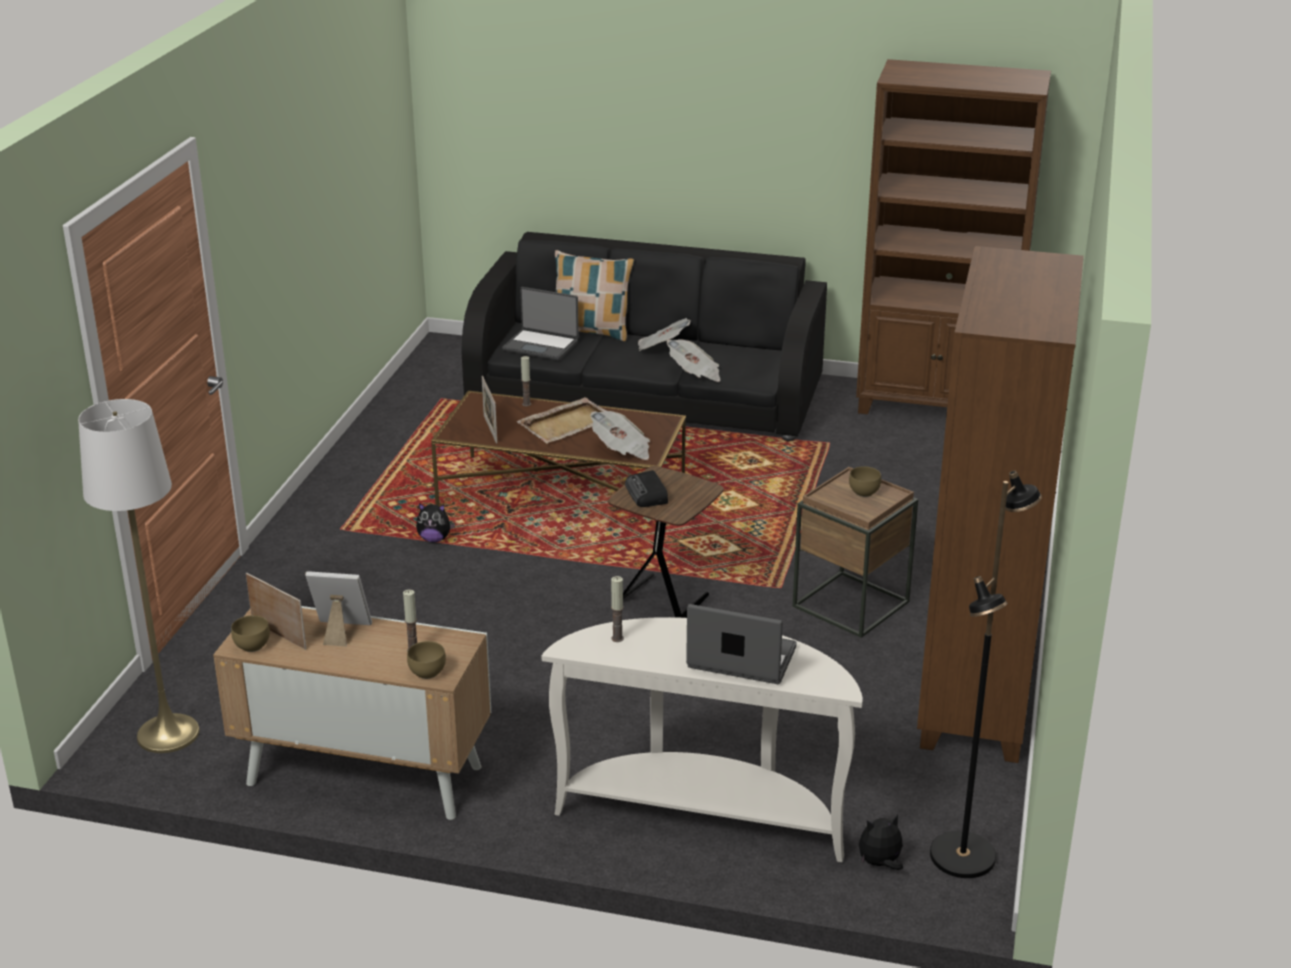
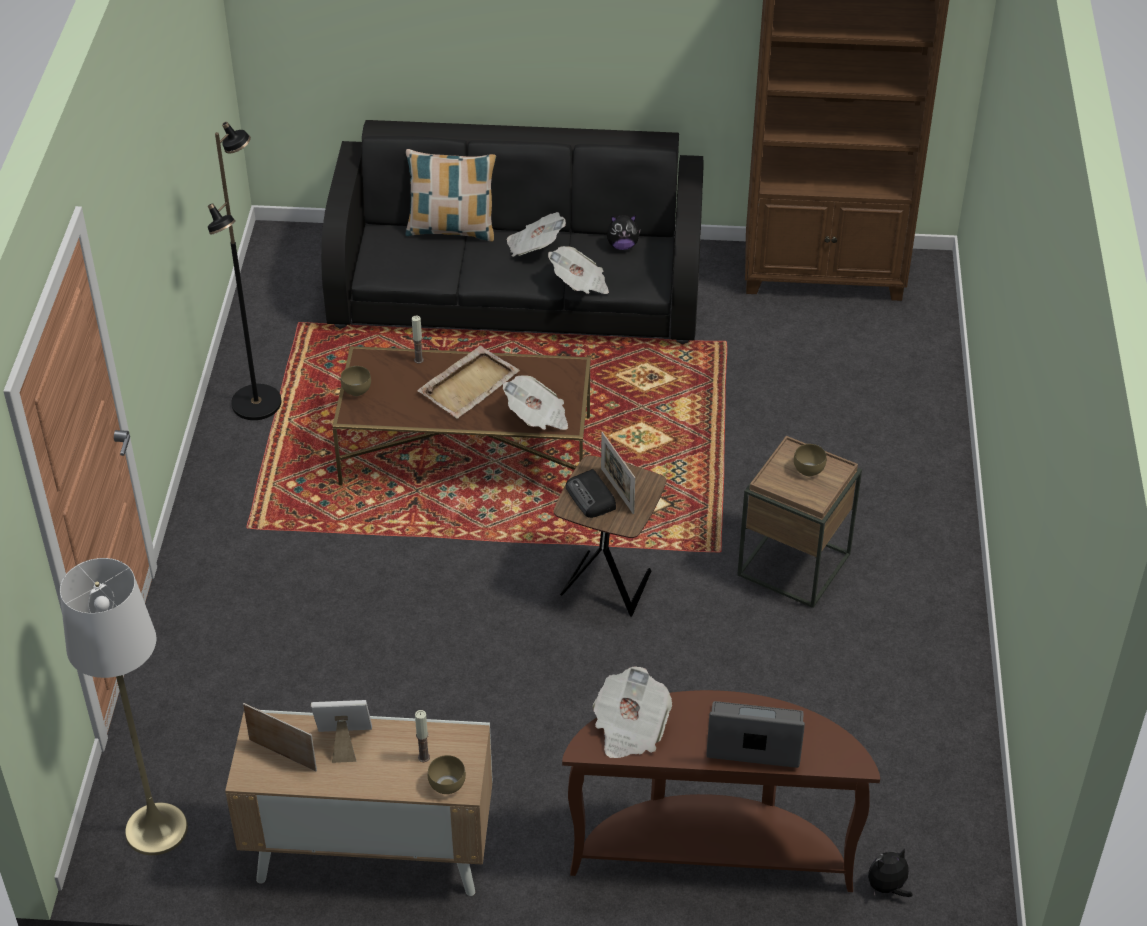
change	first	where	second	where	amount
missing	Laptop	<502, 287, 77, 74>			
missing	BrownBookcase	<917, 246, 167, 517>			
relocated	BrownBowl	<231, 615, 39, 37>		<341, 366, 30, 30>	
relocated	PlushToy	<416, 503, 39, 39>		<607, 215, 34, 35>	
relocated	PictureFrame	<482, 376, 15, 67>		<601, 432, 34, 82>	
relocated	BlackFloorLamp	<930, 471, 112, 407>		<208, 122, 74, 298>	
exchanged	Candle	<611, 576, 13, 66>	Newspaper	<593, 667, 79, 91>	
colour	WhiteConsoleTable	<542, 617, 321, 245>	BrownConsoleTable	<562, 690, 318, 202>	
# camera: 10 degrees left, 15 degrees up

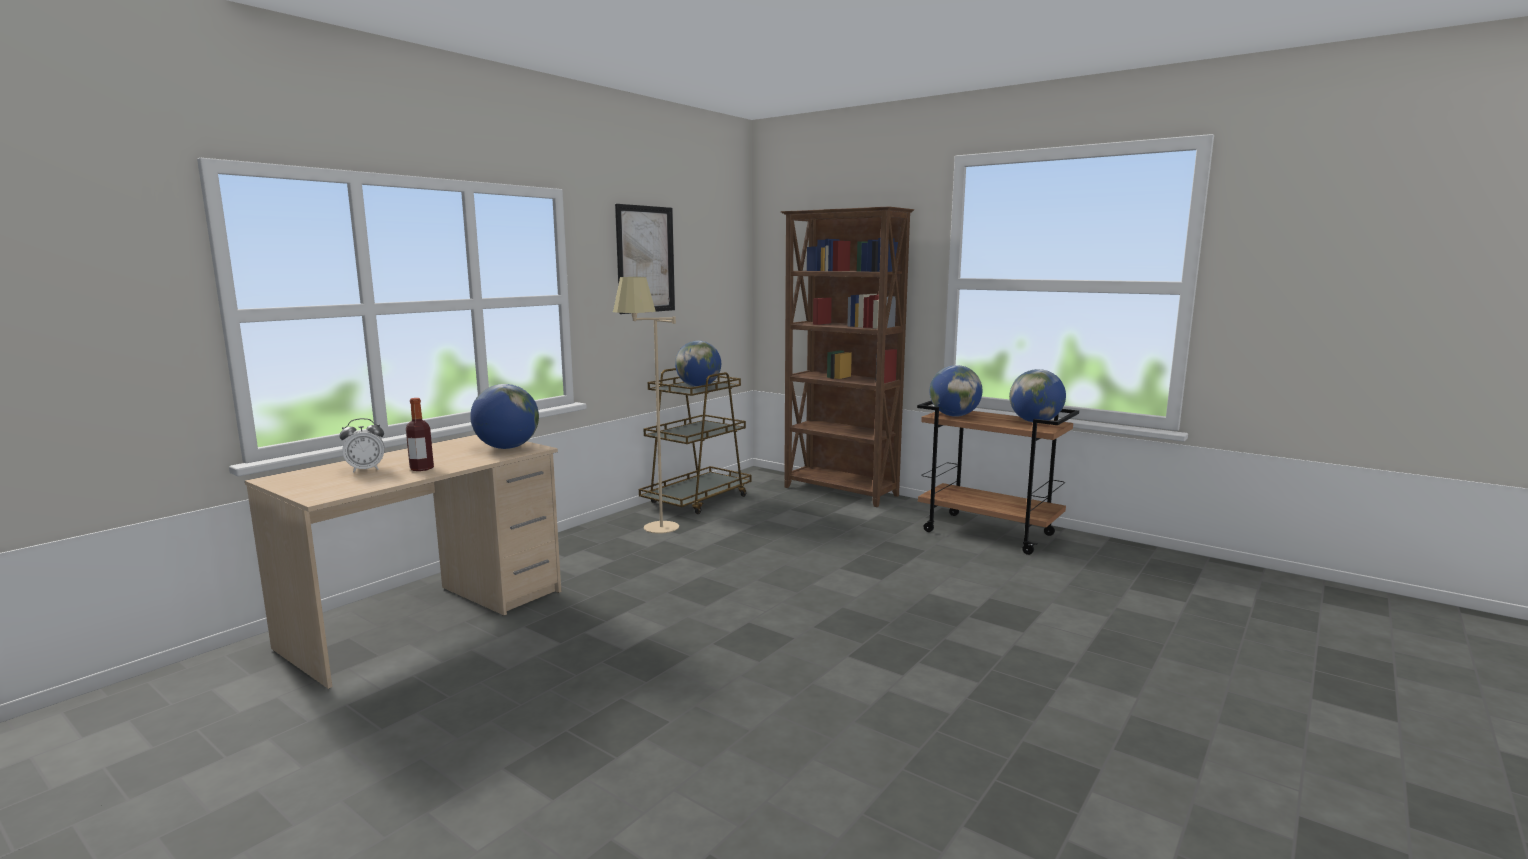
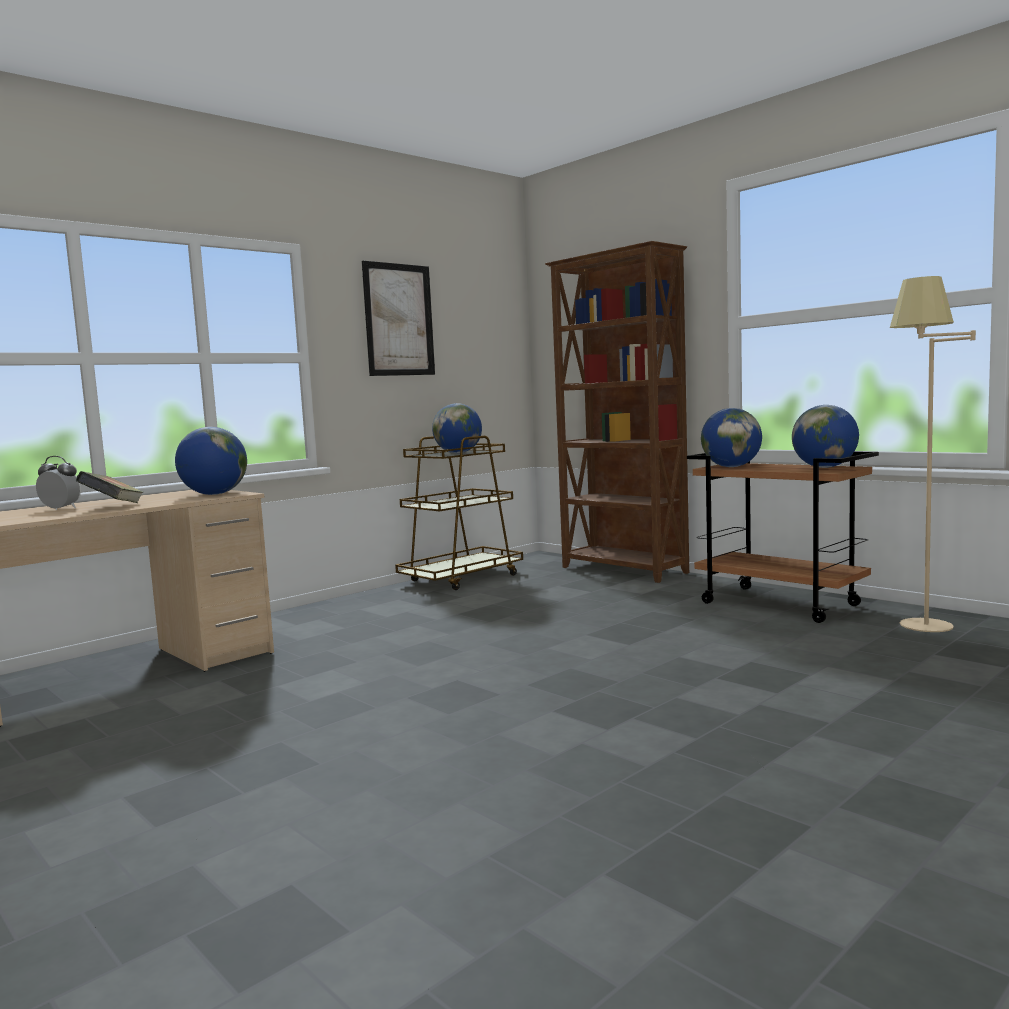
change	first	where	second	where	amount
relocated	BeigeFloorLamp	<613, 277, 66, 257>		<890, 276, 86, 356>	
exchanged	Bottle	<406, 398, 28, 73>	Book	<76, 471, 68, 32>	
spun	AlarmClock	<340, 418, 45, 55>		<36, 456, 45, 54>	150 degrees counterclockwise
# camera: 10 degrees right, 5 degrees down

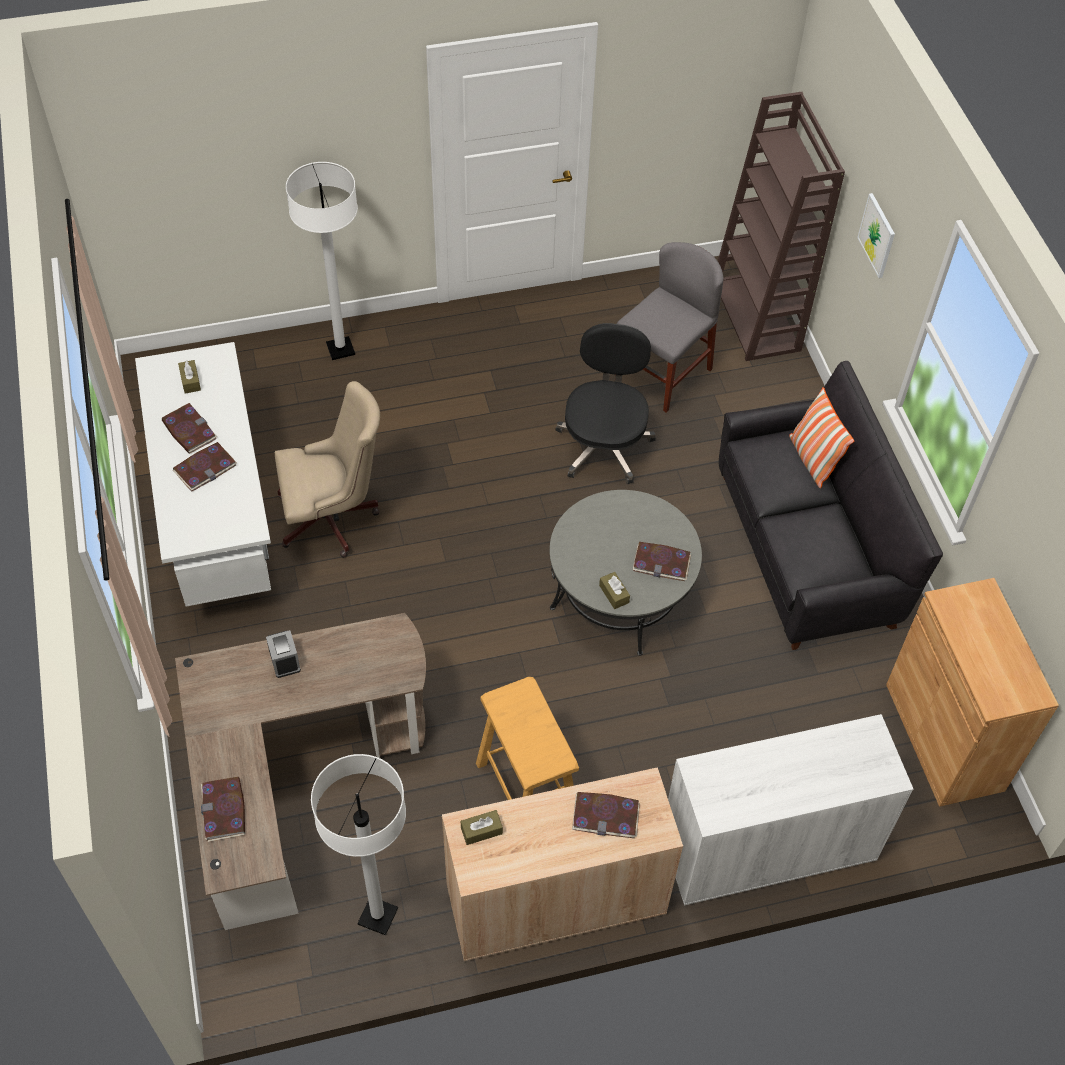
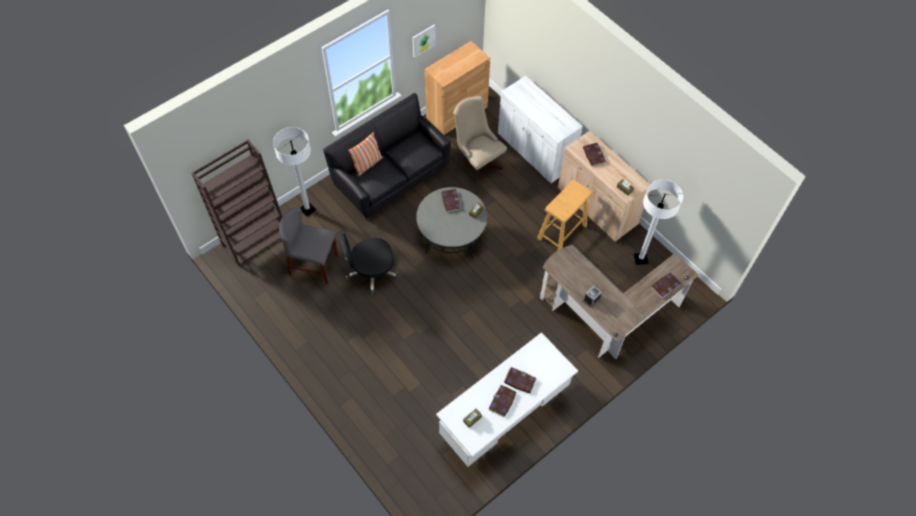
change	first	where	second	where	amount
relocated	BeigeOfficeChair	<275, 381, 105, 177>		<453, 96, 54, 90>	
relocated	WhiteFloorLamp	<286, 162, 72, 198>		<273, 127, 43, 89>	
relocated	Picture	<857, 193, 38, 85>		<412, 25, 24, 33>	
# camera: 115 degrees left, 5 degrees up

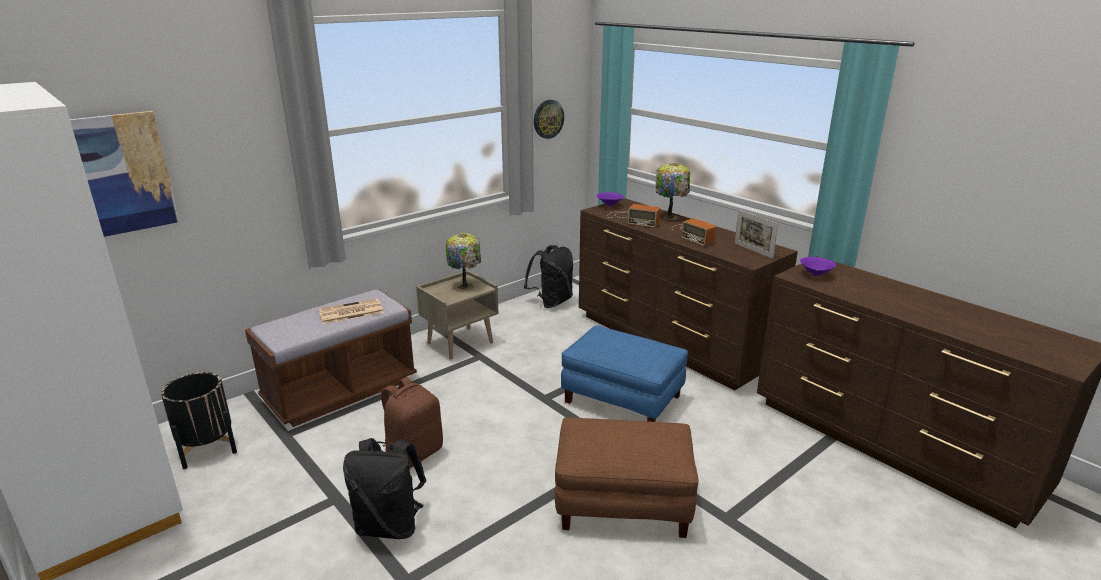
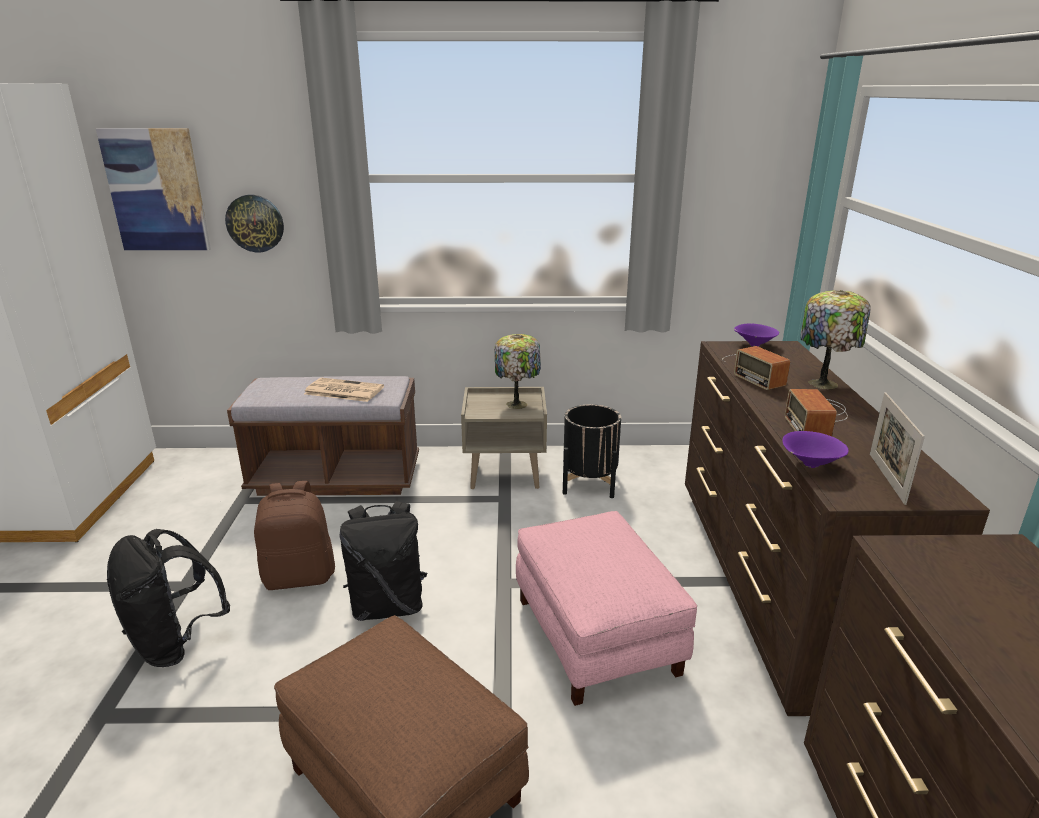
change	first	where	second	where	amount
relocated	BlackPlanter	<161, 372, 76, 97>		<563, 404, 58, 94>	
relocated	BlackBackpack	<524, 245, 49, 63>		<339, 501, 88, 120>	
relocated	WallClock	<534, 100, 30, 39>		<225, 195, 59, 57>	
relocated	PurpleBowl	<800, 257, 37, 19>		<782, 431, 67, 37>	
colour	BlueOttoman	<561, 325, 127, 97>	PinkOttoman	<516, 511, 181, 195>	
# camera: 40 degrees right, 0 degrees up

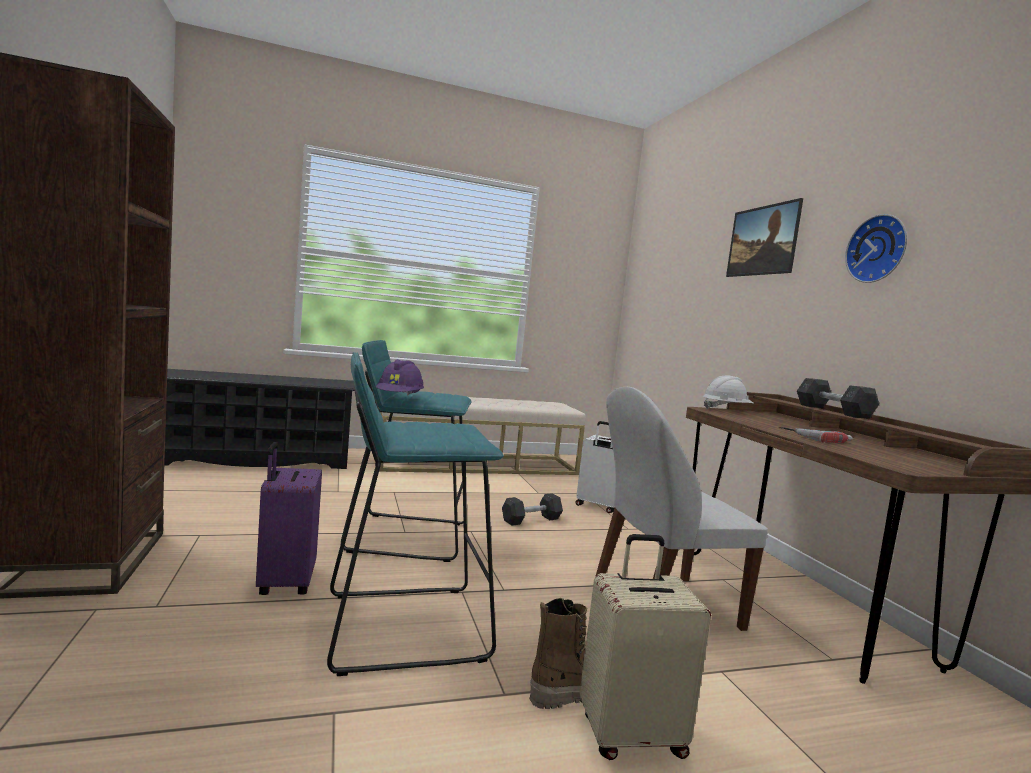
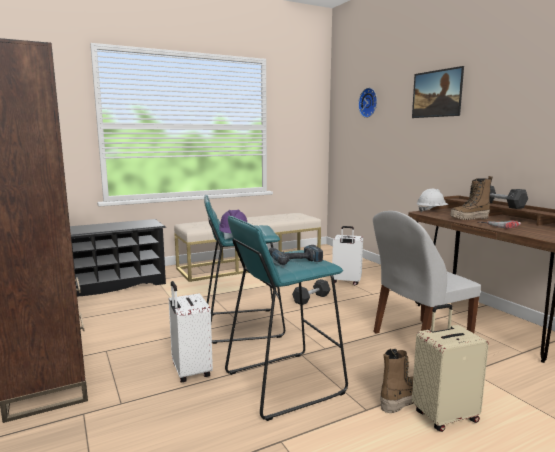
change	first	where	second	where	amount
appeared			PowerDrill	<269, 245, 54, 20>	
appeared			Boot	<450, 176, 43, 44>	
relocated	WallClock	<845, 214, 62, 69>		<358, 88, 19, 30>	
colour	PurpleSuitcase	<256, 442, 66, 153>	WhiteSuitcase	<169, 281, 44, 101>	
# camera: 10 degrees left, 5 degrees up

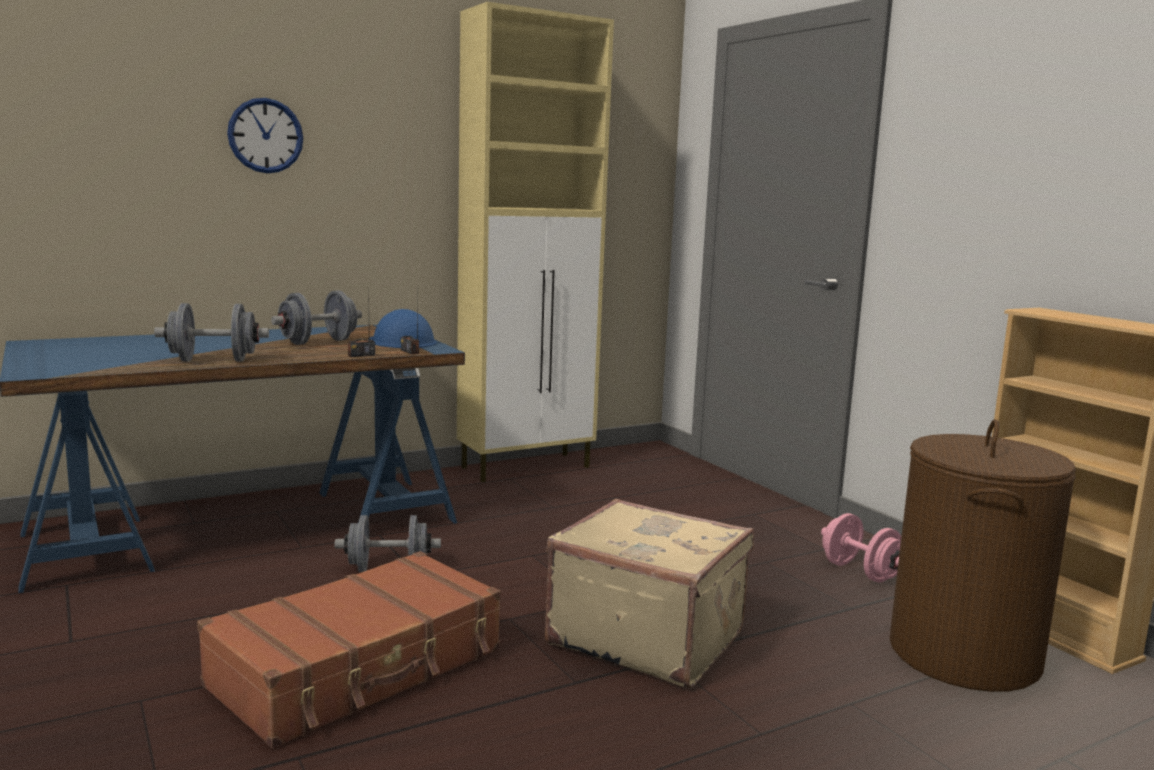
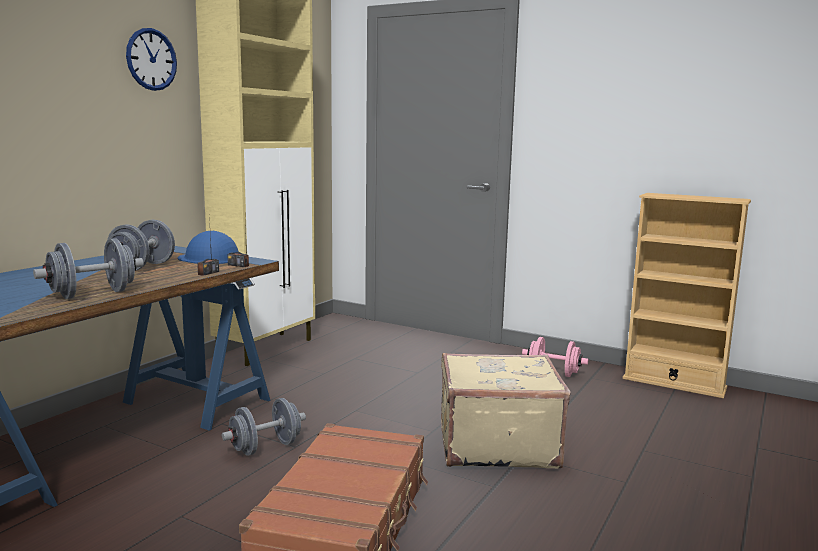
change	first	where	second	where	amount
missing	BrownLaundryBasket	<889, 419, 187, 273>			
relocated	WallClock	<227, 98, 76, 75>		<126, 28, 51, 63>	
# camera: 30 degrees left, 0 degrees up

